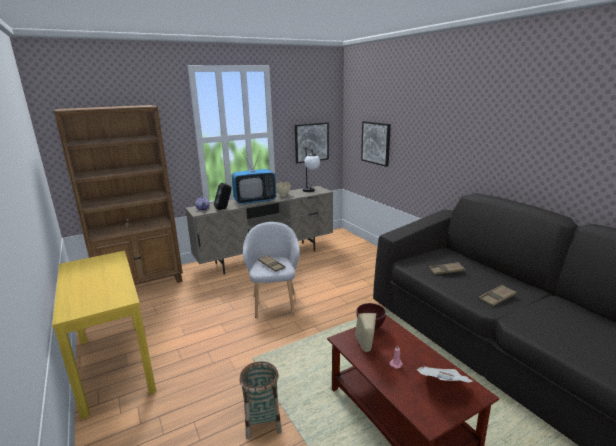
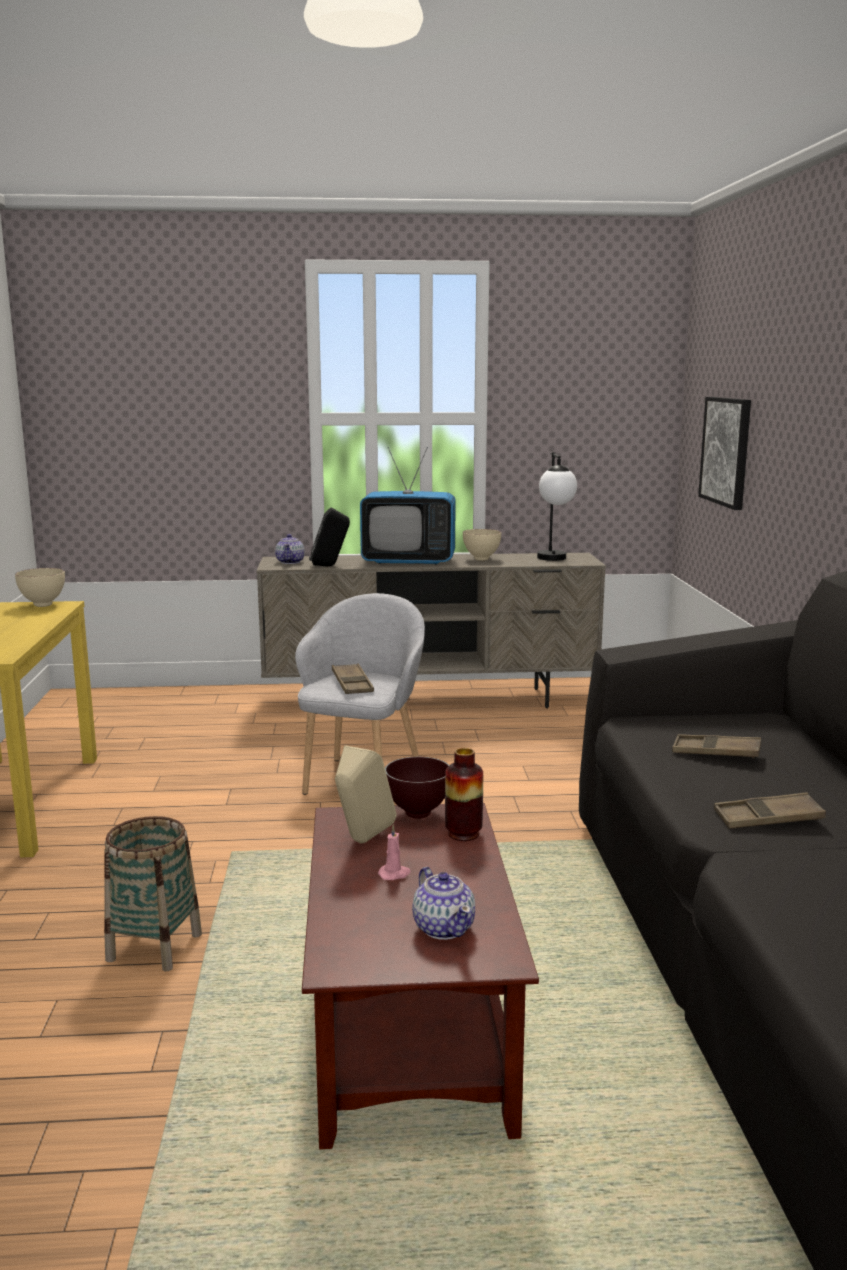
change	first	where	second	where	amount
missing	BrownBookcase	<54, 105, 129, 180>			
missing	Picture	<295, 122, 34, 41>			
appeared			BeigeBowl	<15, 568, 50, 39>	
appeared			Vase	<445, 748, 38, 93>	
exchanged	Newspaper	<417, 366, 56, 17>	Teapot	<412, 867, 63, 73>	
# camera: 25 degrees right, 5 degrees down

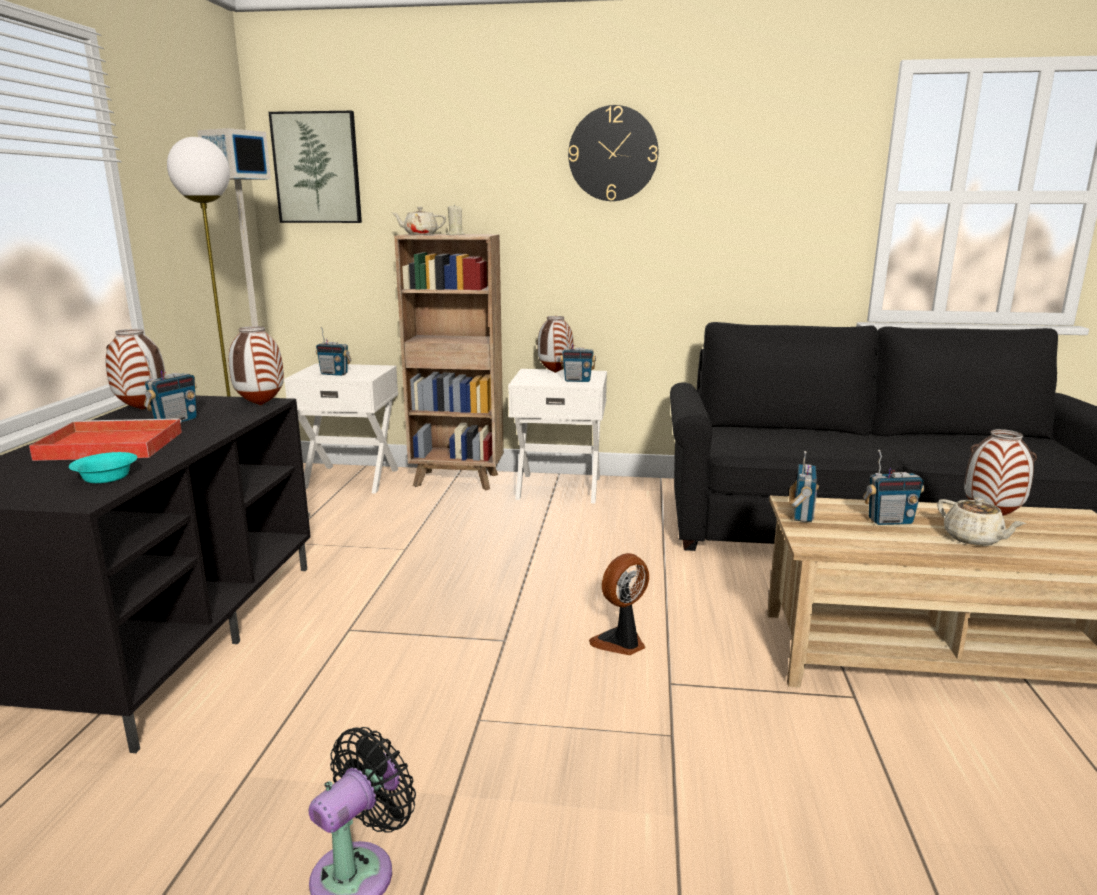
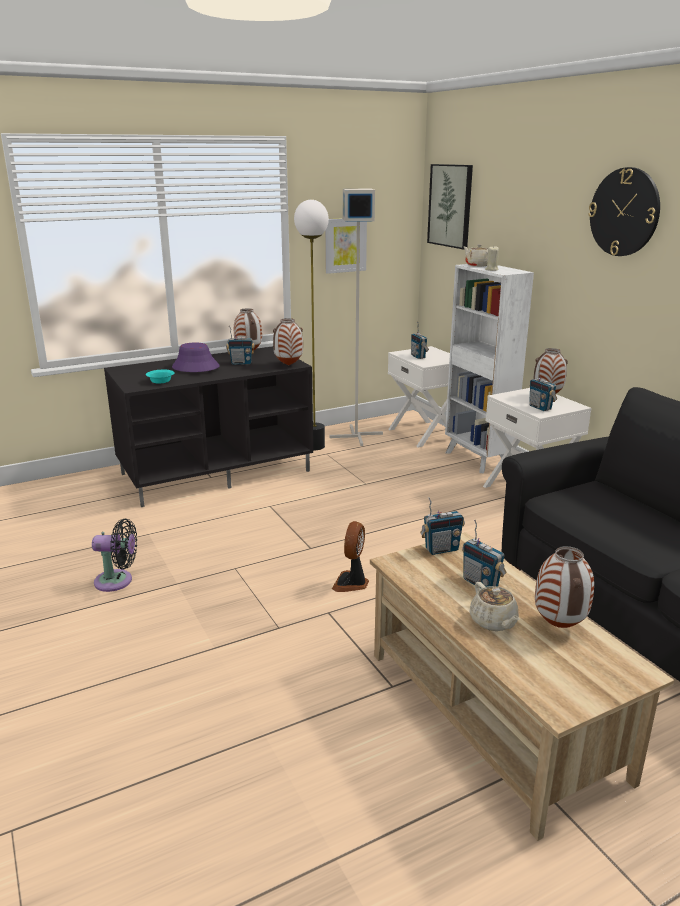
change	first	where	second	where	amount
appeared			Picture	<325, 218, 42, 56>	
exchanged	RedTray	<29, 418, 153, 43>	PurpleHat	<172, 343, 48, 29>	
colour	BrownBookcase	<394, 234, 110, 256>	WhiteBookcase	<445, 264, 89, 210>	
spun	Fan	<589, 553, 60, 102>		<332, 521, 37, 71>	90 degrees counterclockwise
spun	BeigeTeapot	<937, 497, 89, 49>		<469, 582, 51, 49>	45 degrees counterclockwise
# camera: 55 degrees right, 5 degrees up

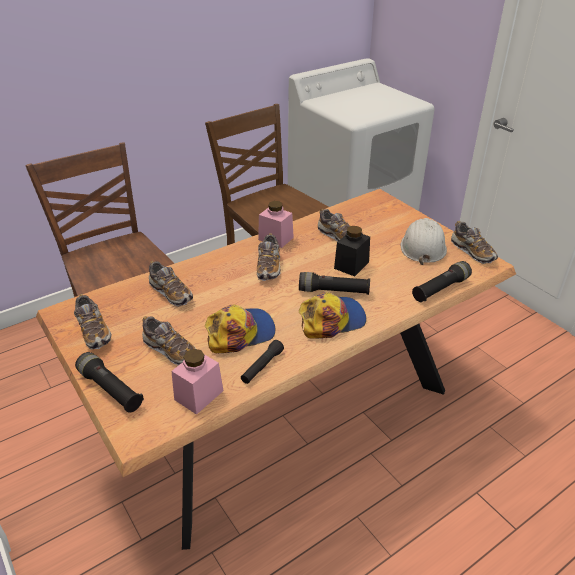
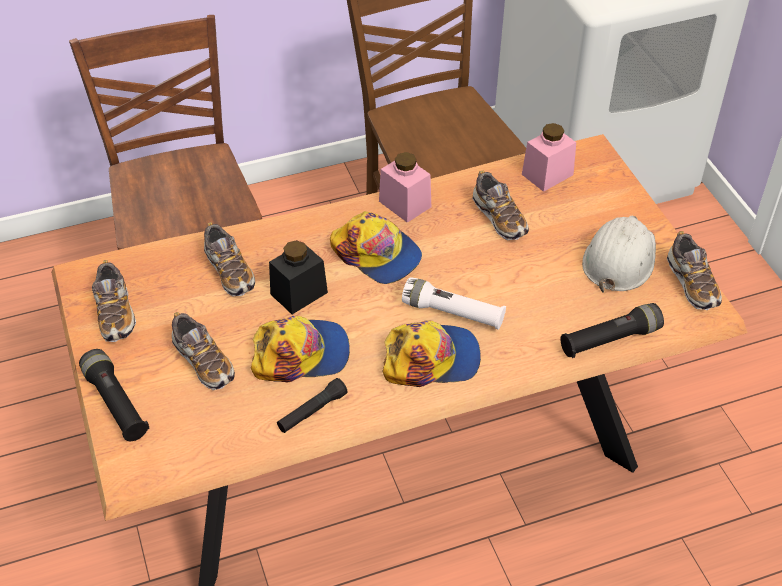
change	first	where	second	where	amount
relocated	PinkJar	<171, 349, 52, 66>		<522, 123, 54, 69>	
relocated	BlackJar	<334, 226, 36, 50>		<269, 240, 59, 74>	
exchanged	Shoe	<257, 233, 24, 48>	Cap	<330, 211, 92, 73>	
colour	BlackFlashlight	<299, 272, 71, 23>	WhiteFlashlight	<402, 277, 104, 53>	
# camera: 15 degrees right, 10 degrees up

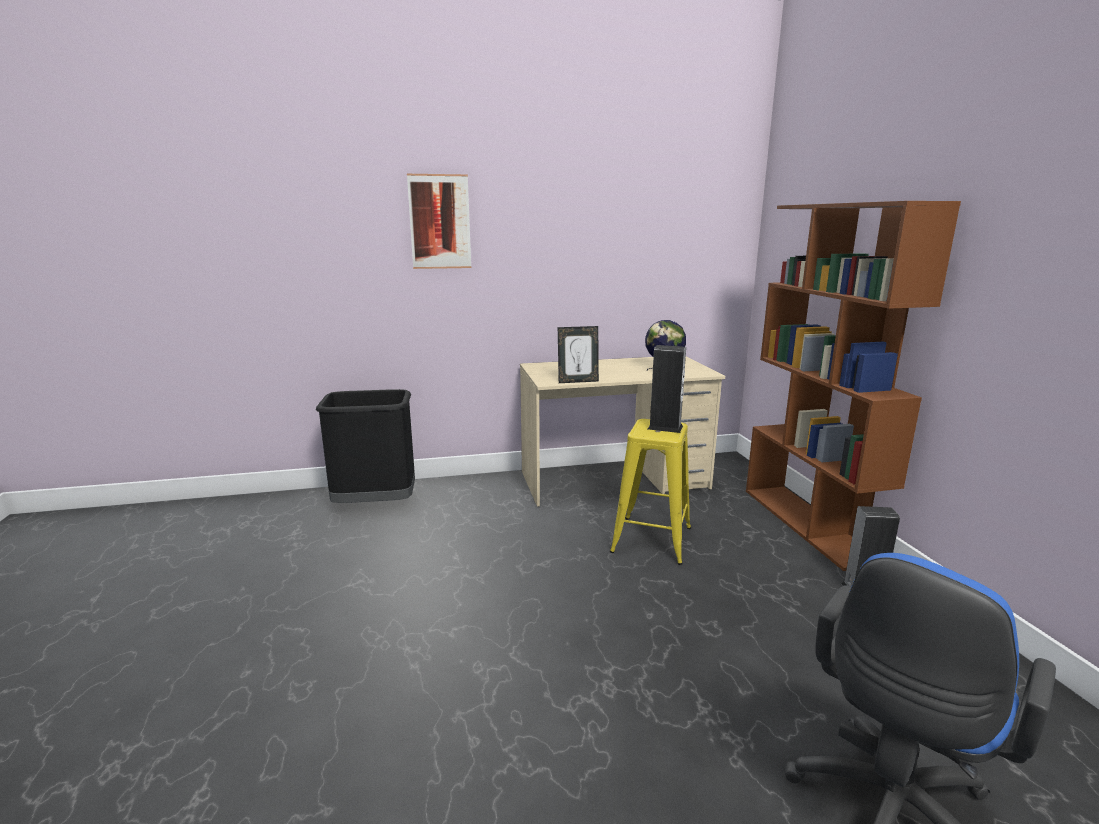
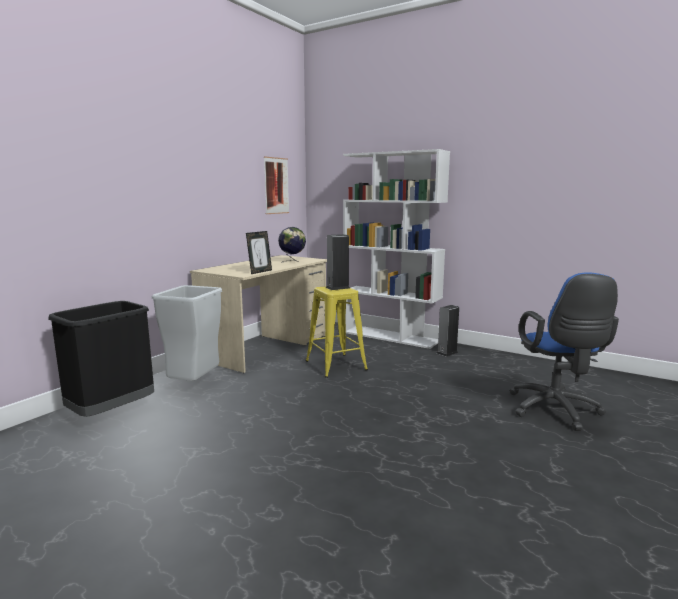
change	first	where	second	where	amount
appeared			GreyTrashCan	<152, 285, 70, 96>	
relocated	Picture	<407, 174, 64, 95>		<264, 156, 25, 58>	
colour	BrownBookcase	<746, 201, 215, 370>	WhiteBookcase	<343, 149, 107, 200>	
# camera: 45 degrees left, 5 degrees down

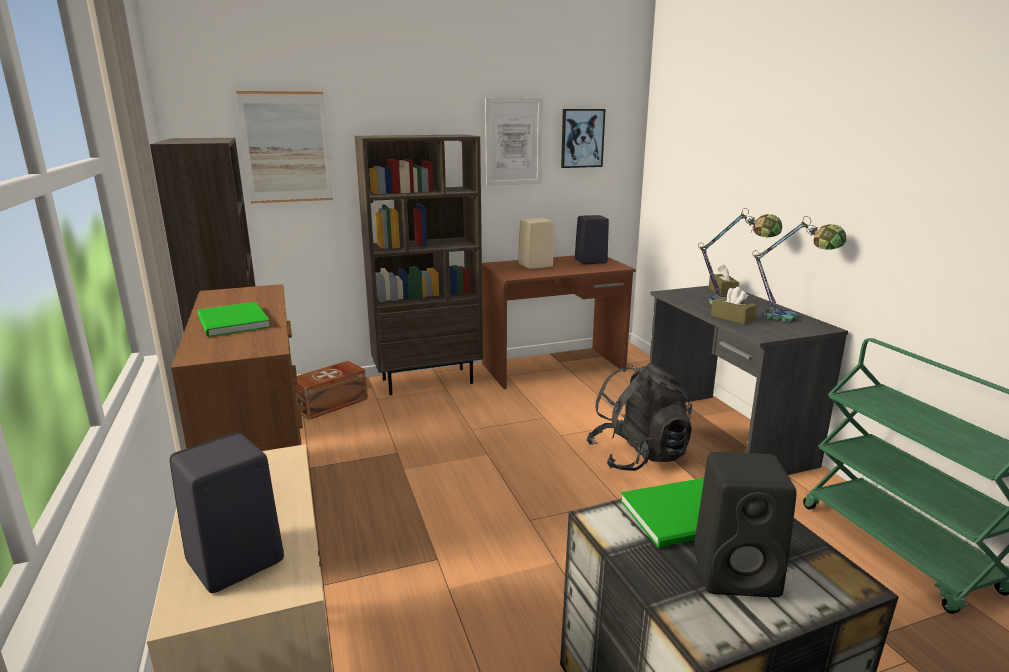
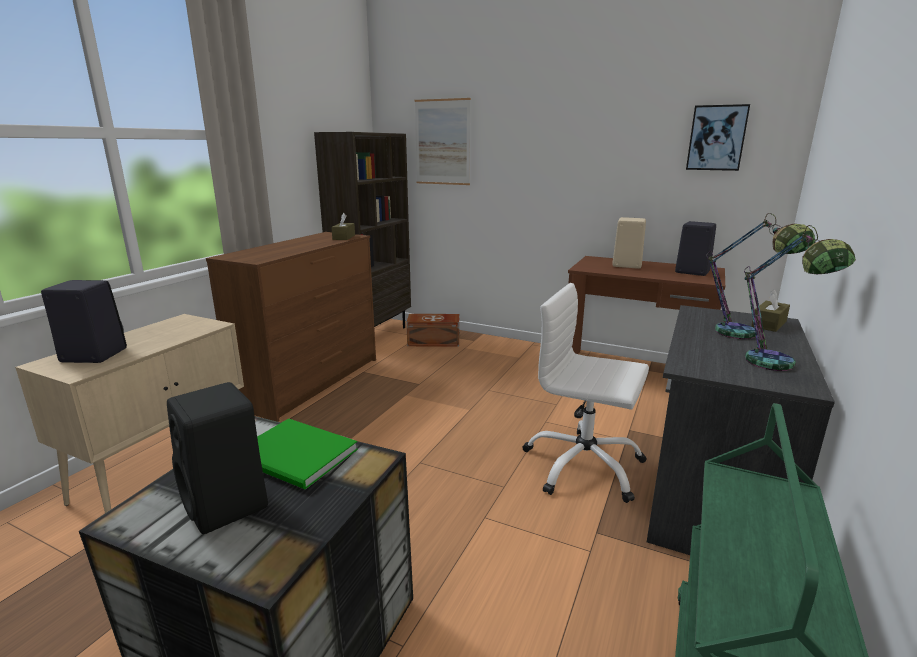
change	first	where	second	where	amount
missing	GreenBook	<197, 302, 74, 35>			
missing	BrownBookcase	<355, 134, 128, 261>			
missing	Picture	<485, 98, 58, 88>			
relocated	BrownTissueBox	<711, 287, 46, 38>		<331, 213, 24, 27>	
exchanged	BlackBackpack	<587, 363, 105, 108>	WhiteOfficeChair	<522, 283, 127, 220>	
# camera: 45 degrees right, 0 degrees up

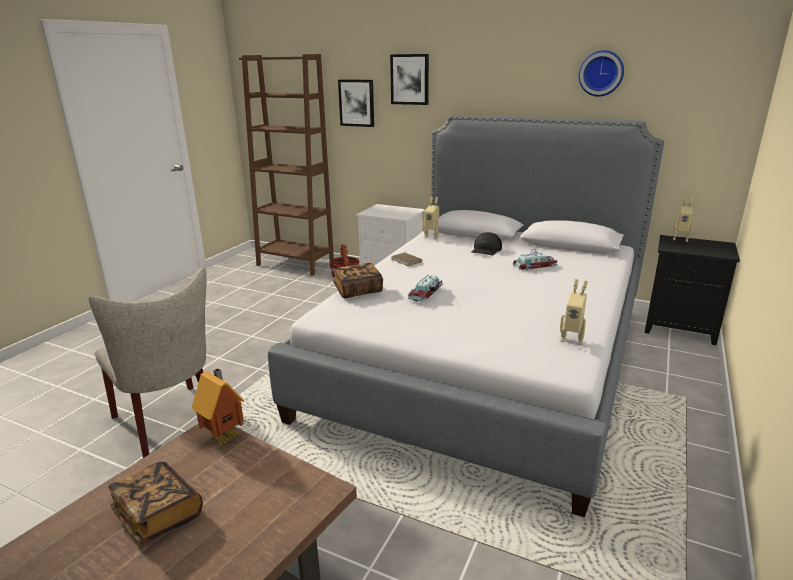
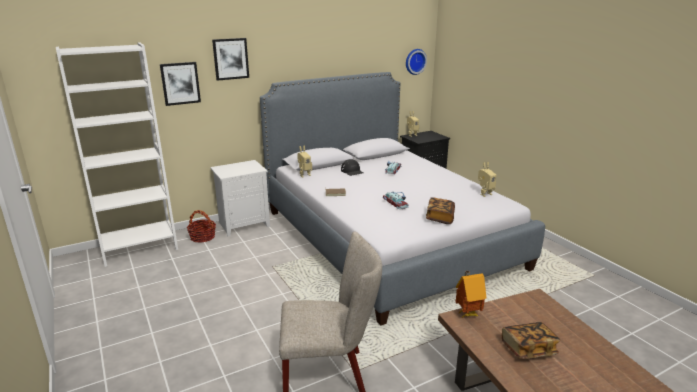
change	first	where	second	where	amount
relocated	Book	<332, 263, 51, 35>		<426, 197, 29, 27>	
relocated	WallClock	<579, 50, 45, 47>		<406, 49, 21, 26>	
colour	BrownBookcase	<239, 54, 95, 222>	WhiteBookcase	<56, 43, 122, 224>	
# camera: 55 degrees left, 0 degrees up

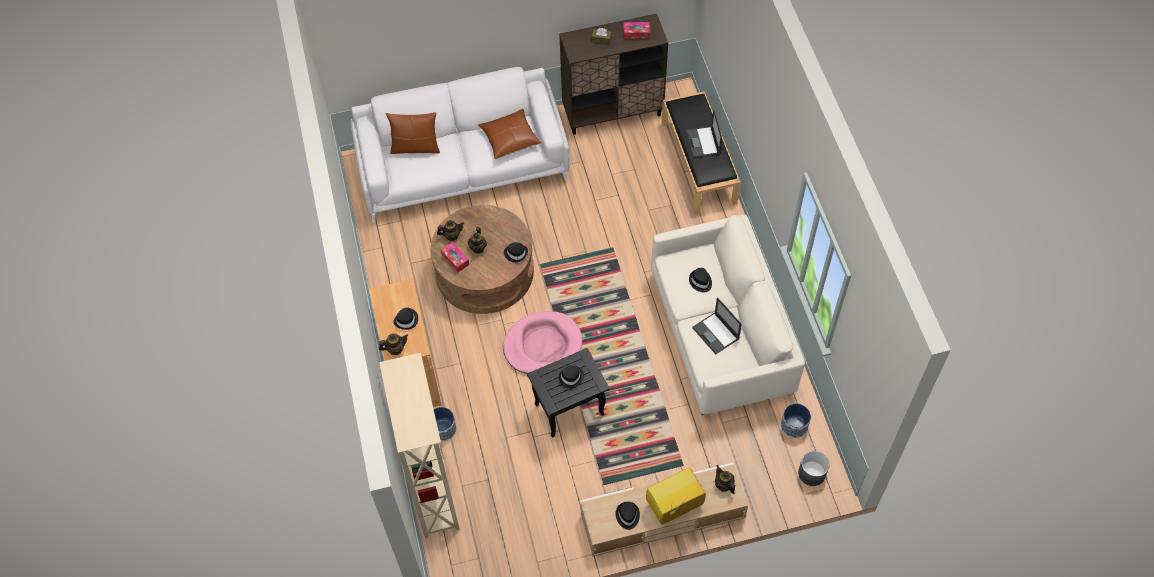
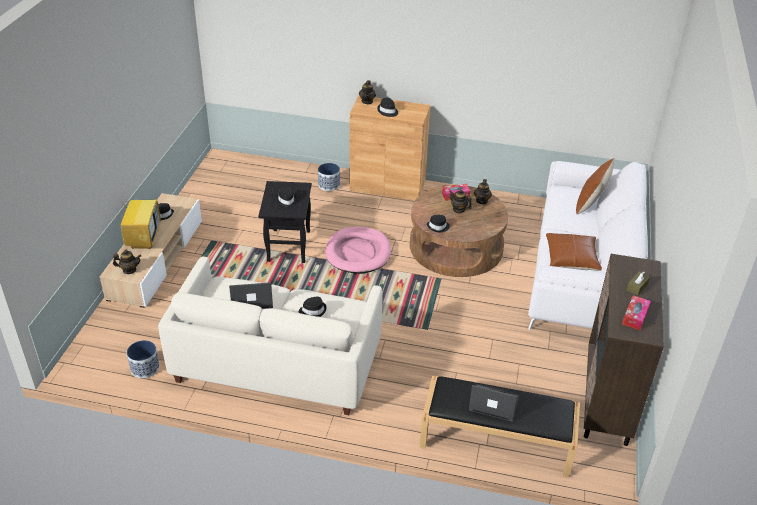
change	first	where	second	where	amount
missing	BeigeBookcase	<379, 353, 81, 185>			
missing	GreyPlanter	<798, 451, 32, 35>			
# camera: 115 degrees right, 20 degrees down

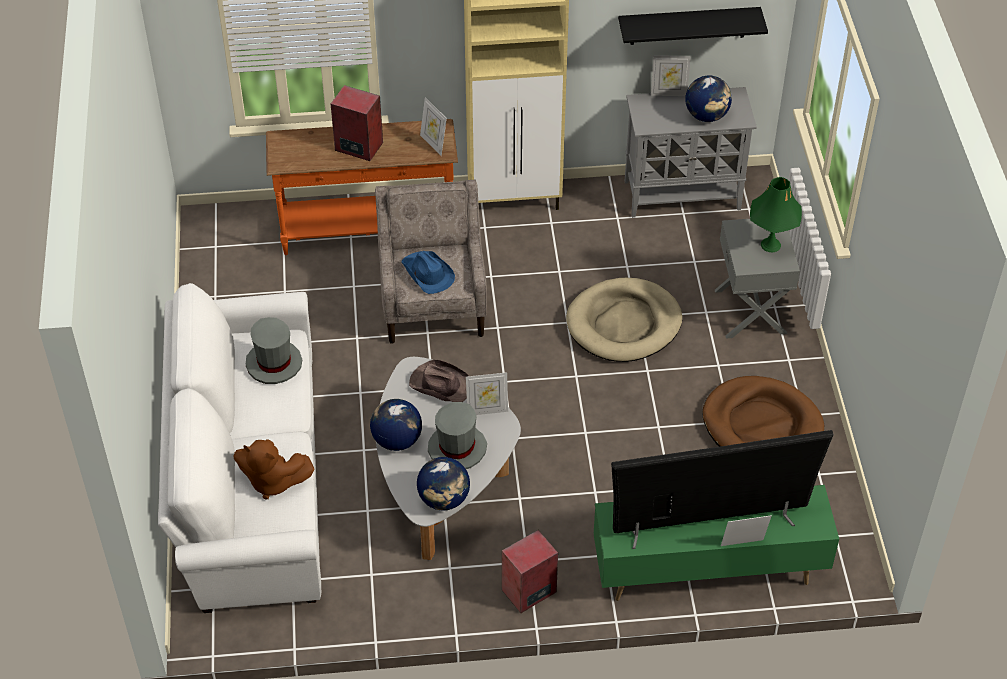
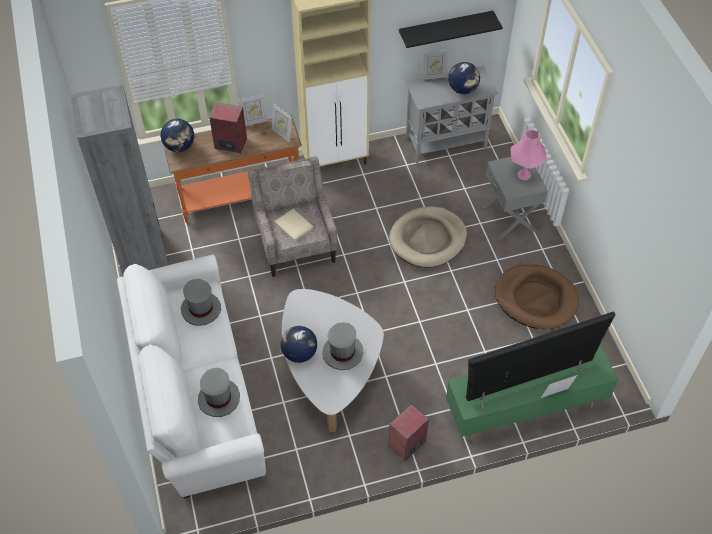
change	first	where	second	where	amount
missing	BrownHat	<409, 360, 60, 42>			
appeared			GreyBookcase	<70, 84, 98, 191>	
relocated	Globe	<417, 457, 53, 53>		<161, 119, 33, 33>	
relocated	PictureFrame	<466, 372, 42, 43>		<238, 94, 30, 32>	
exchanged	BrownPlushToy	<233, 439, 82, 61>	GreyHat	<198, 368, 42, 49>	
exchanged	BlueHat	<401, 251, 54, 43>	BeigeBook	<274, 209, 39, 32>	
colour	GreenTableLamp	<750, 177, 52, 75>	PinkTableLamp	<511, 130, 36, 50>	
# camera: 10 degrees left, 5 degrees up

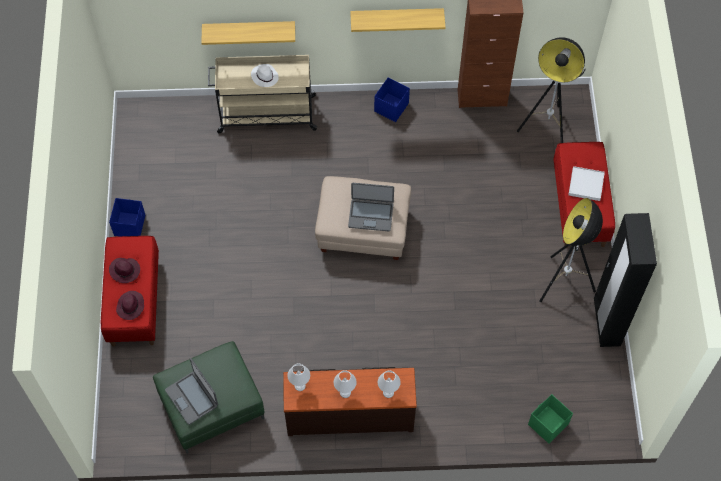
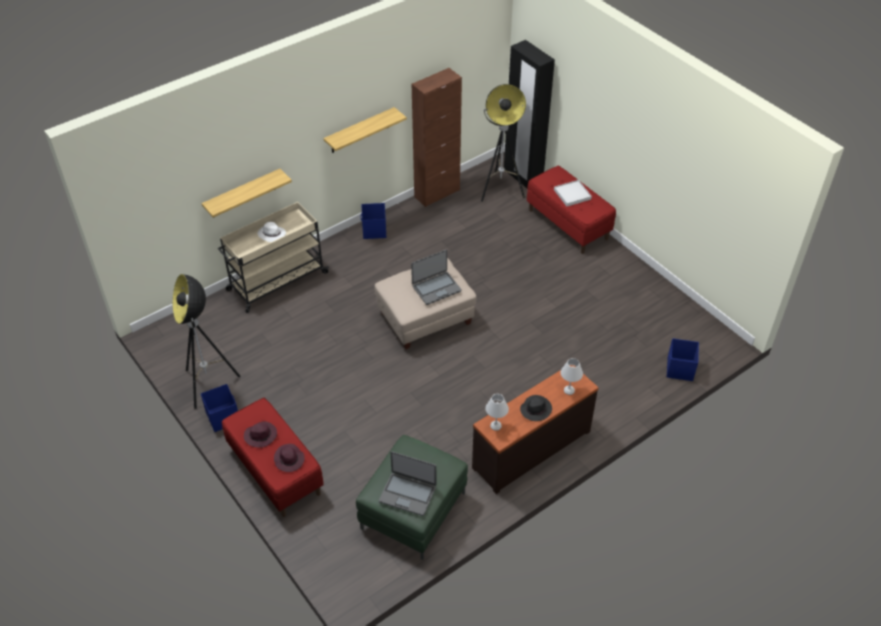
change	first	where	second	where	amount
relocated	FloorLamp	<539, 198, 64, 104>		<173, 274, 68, 135>	
relocated	BlackWardrobe	<594, 213, 63, 134>		<504, 40, 51, 148>	
exchanged	WhiteTableLamp	<334, 370, 23, 28>	BlackHat	<520, 395, 32, 26>	
colour	GreenStorageBox	<528, 394, 45, 50>	BlueStorageBox	<667, 338, 32, 43>	
# camera: 35 degrees left, 15 degrees down

